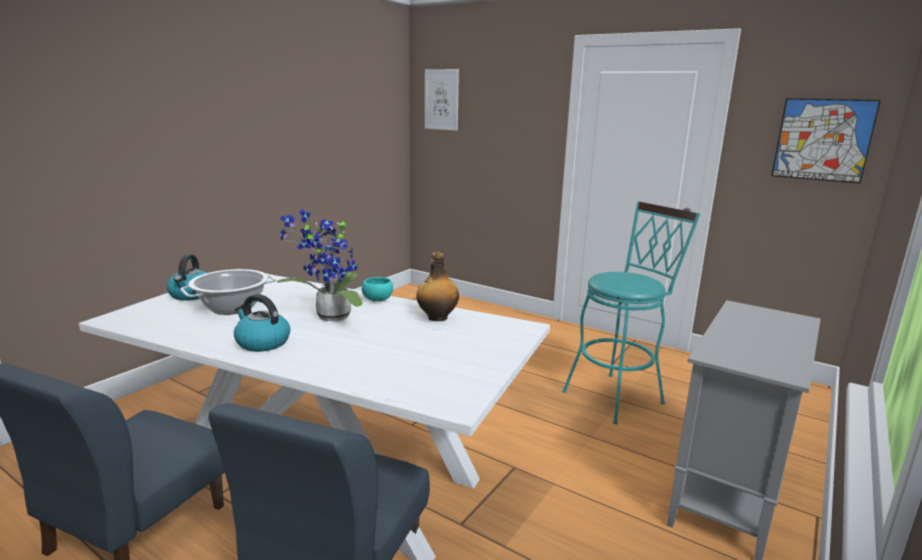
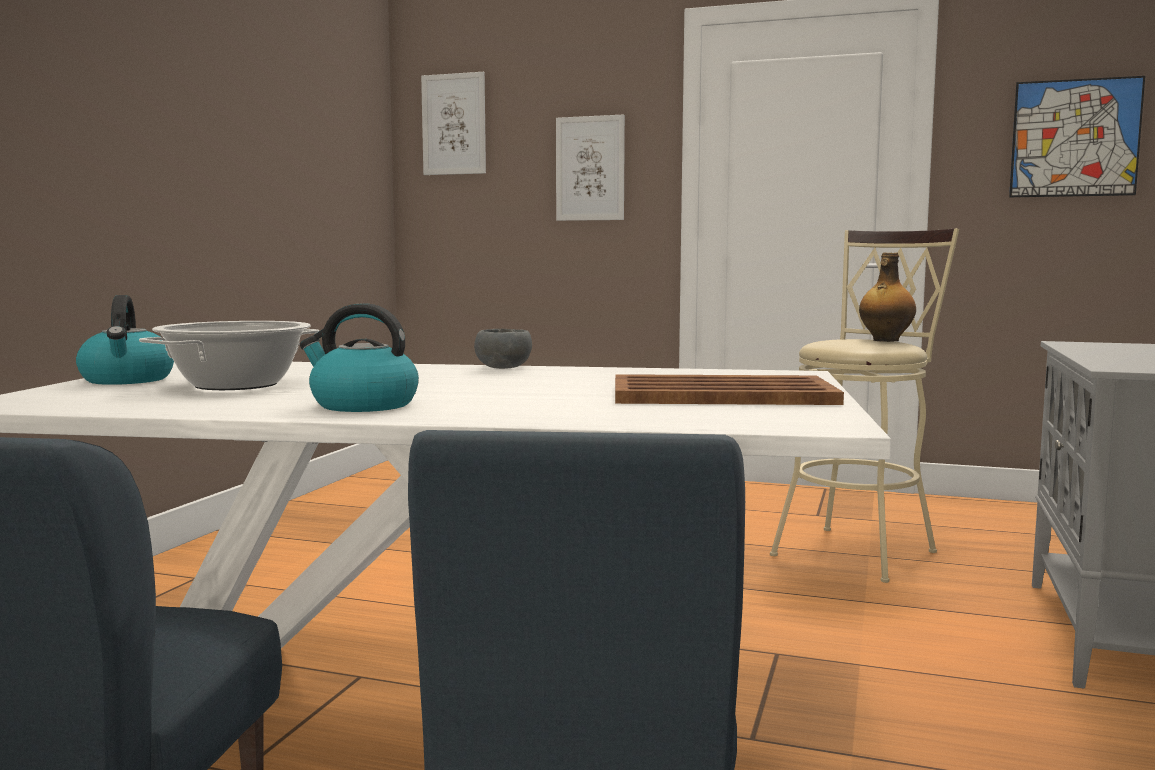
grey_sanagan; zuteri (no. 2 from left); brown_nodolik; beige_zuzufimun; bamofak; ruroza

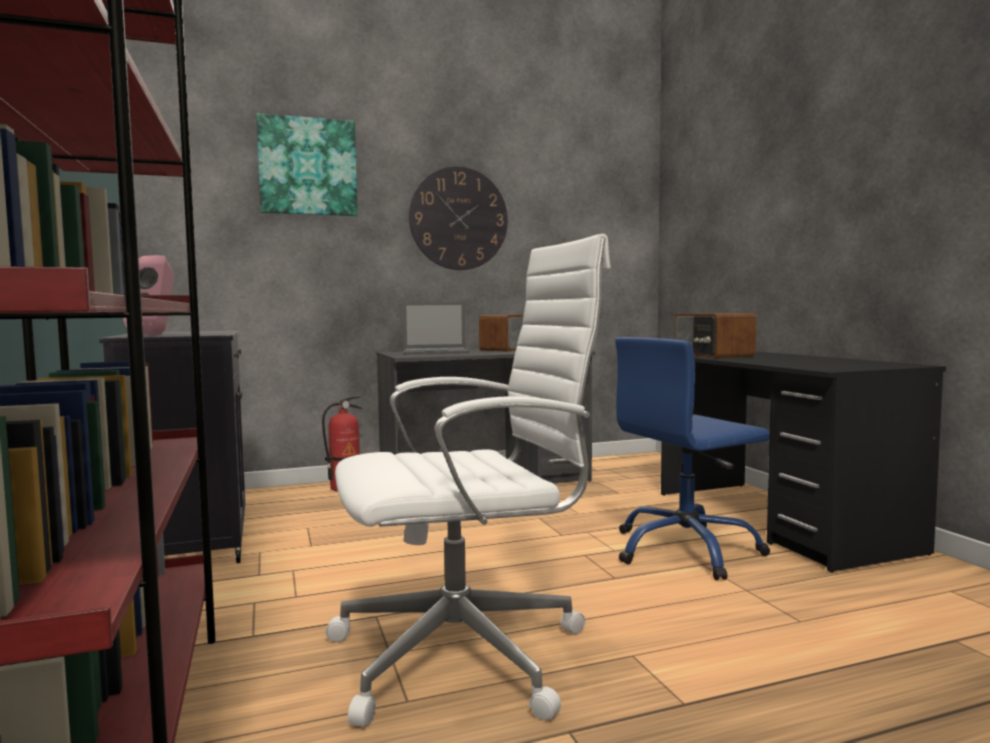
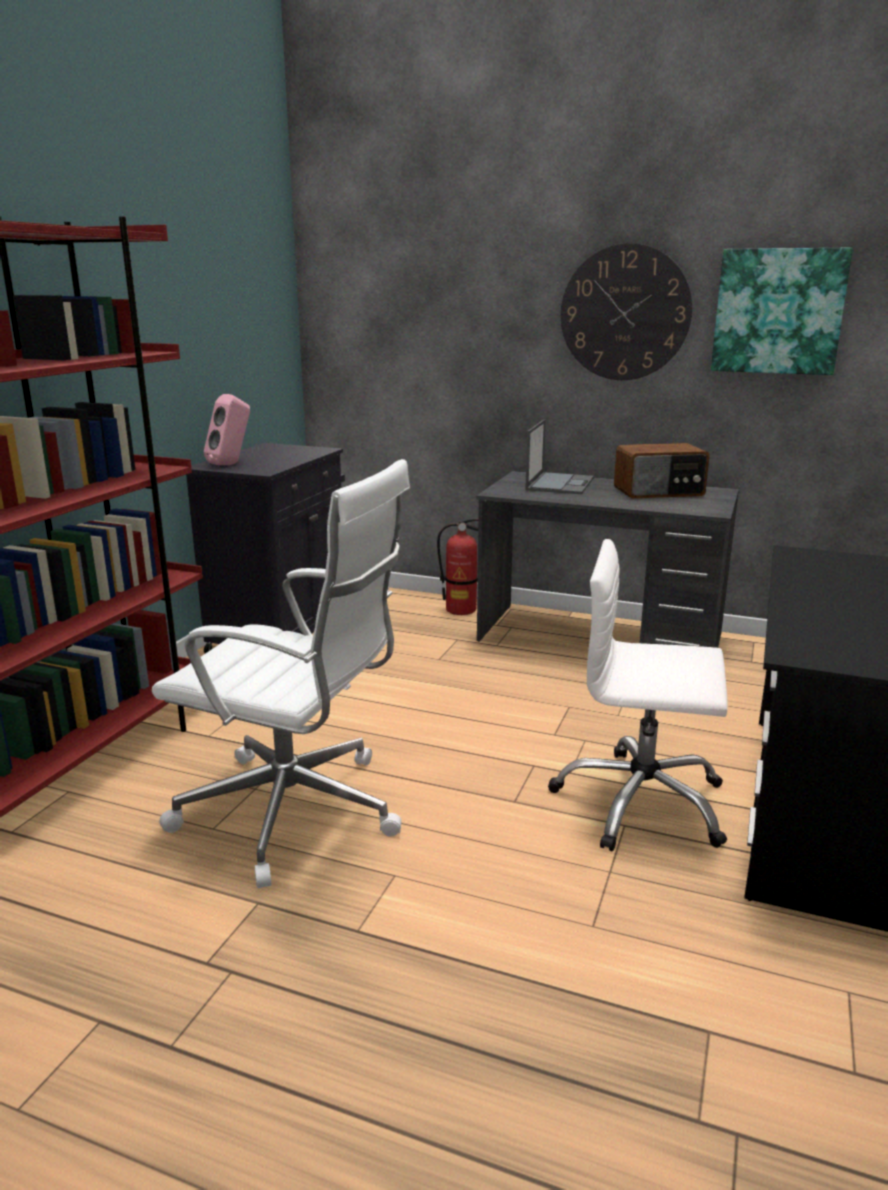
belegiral; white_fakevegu (no. 2 from left); zuteri; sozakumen (no. 2 from left in the first image)

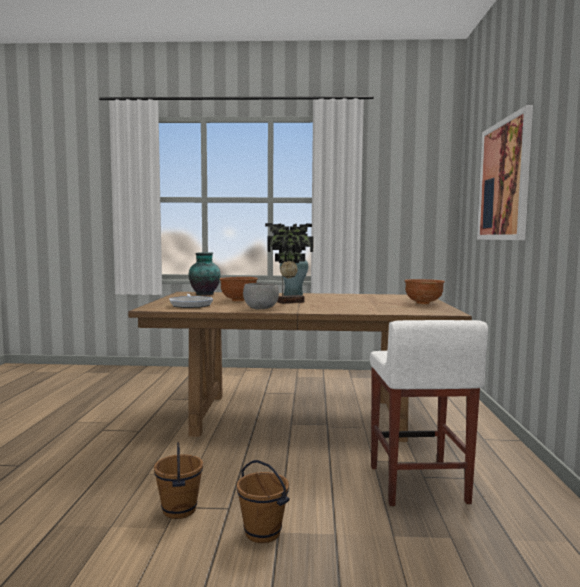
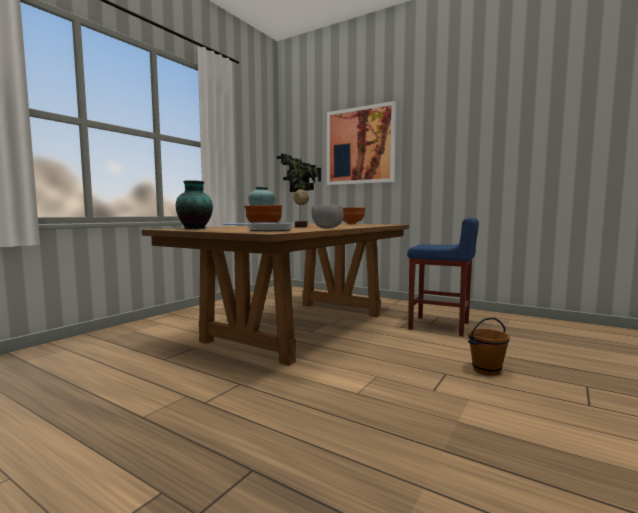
blue_zuzufimun; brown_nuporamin (no. 1 from left in the first image)

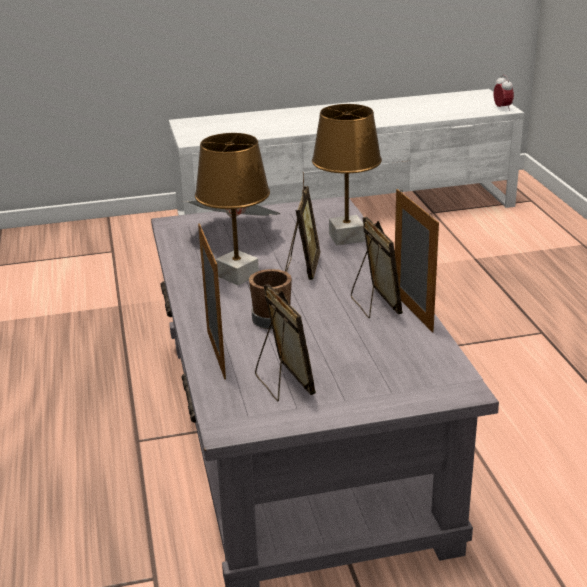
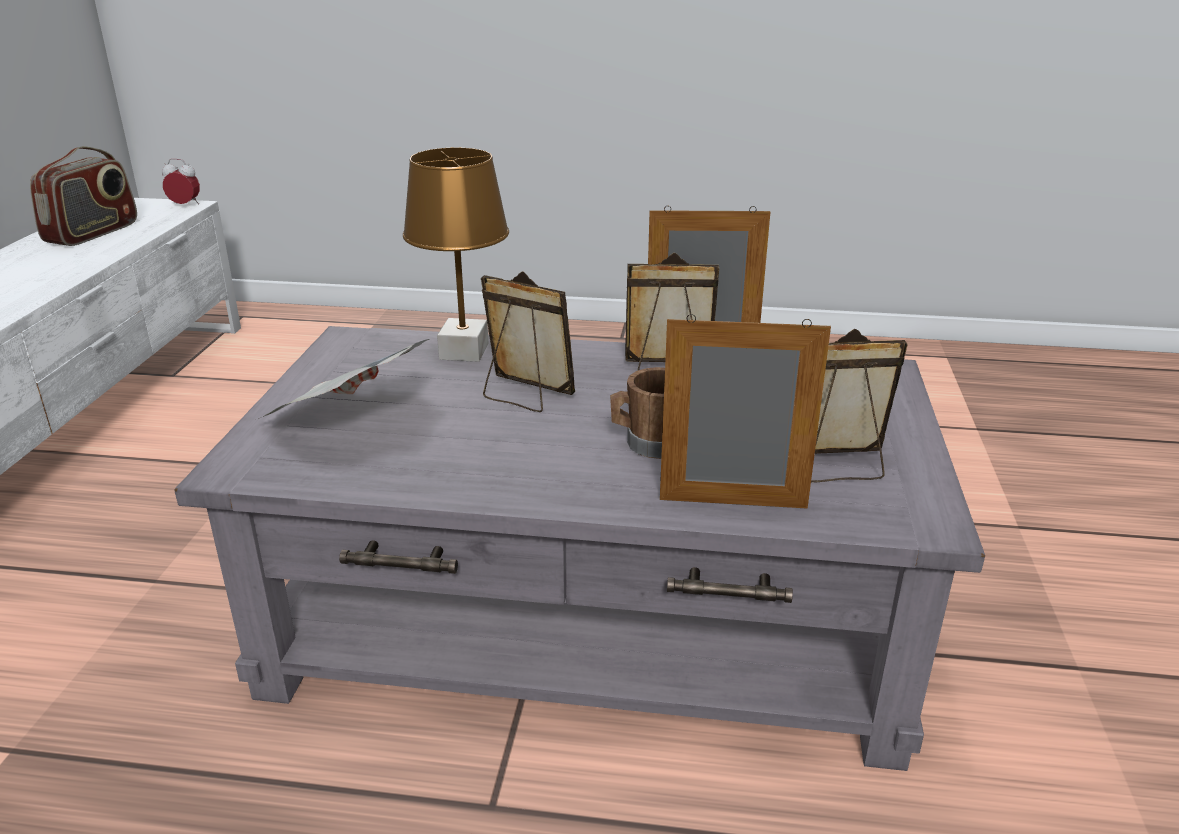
sozakumen; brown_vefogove (no. 1 from left in the first image)

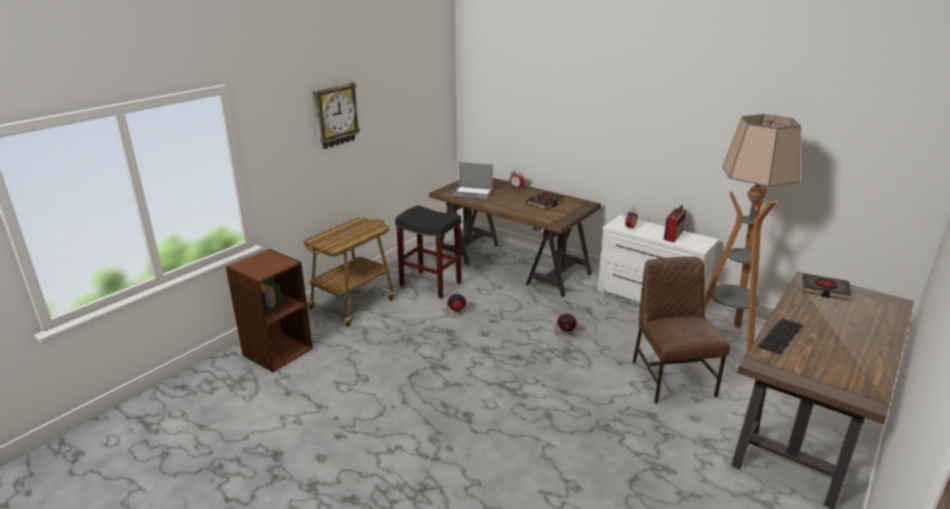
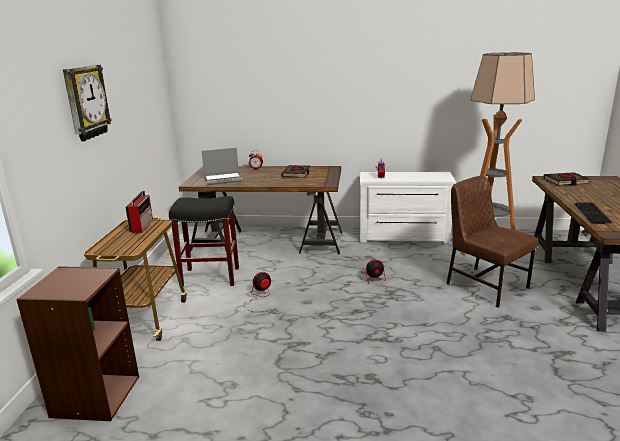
sozakumen

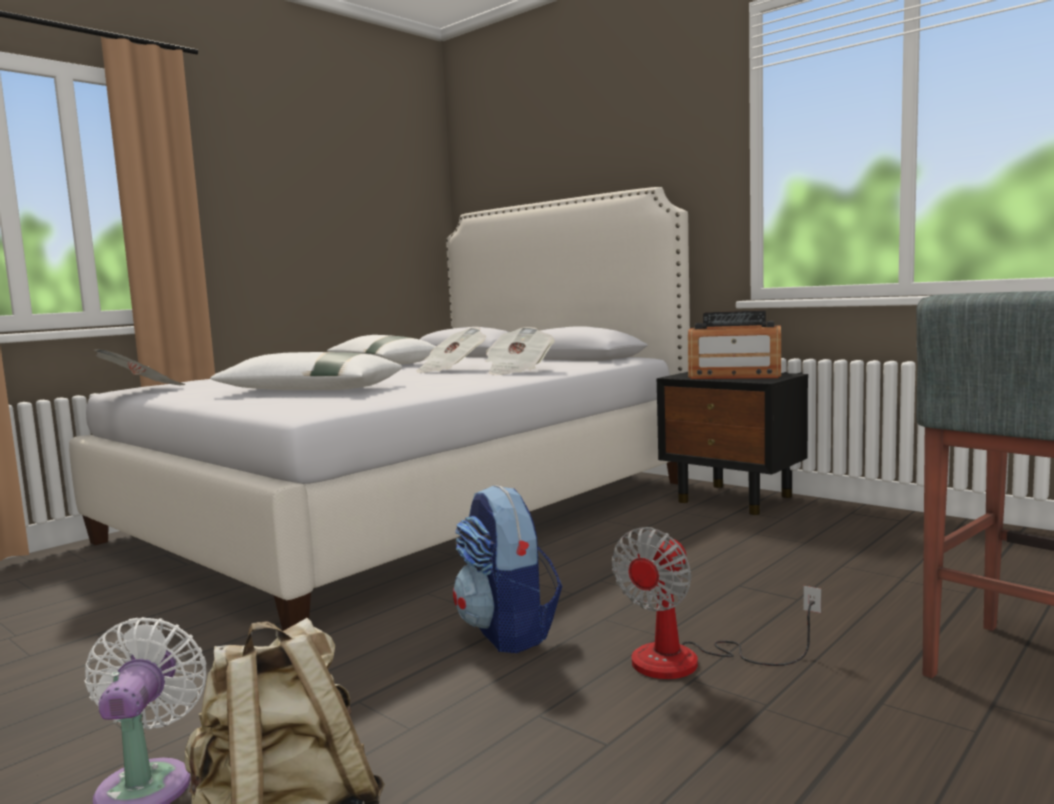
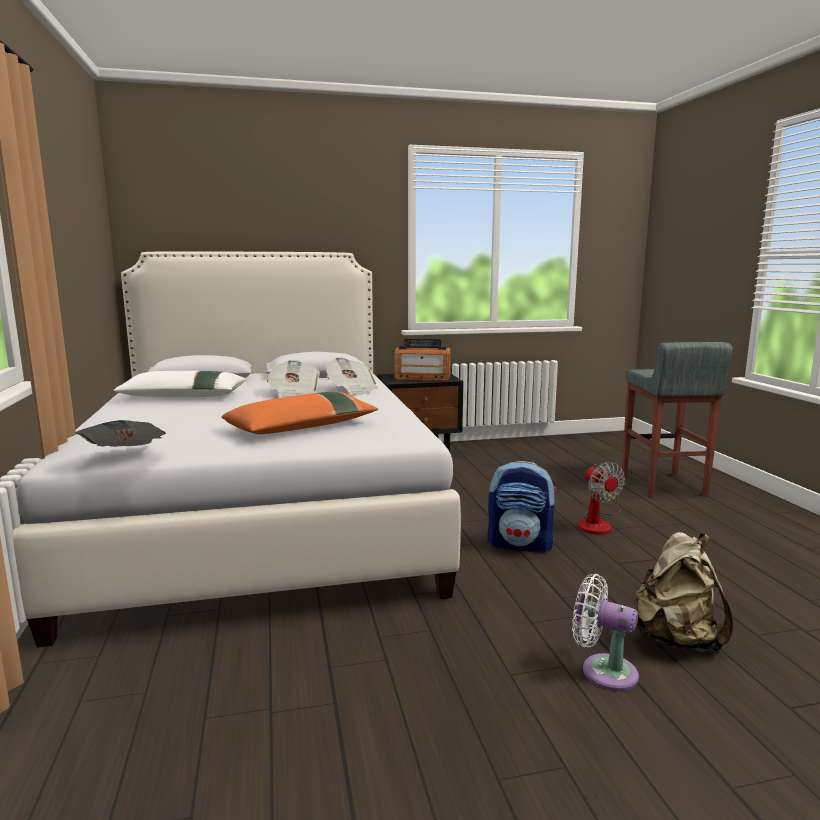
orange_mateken; sozakumen

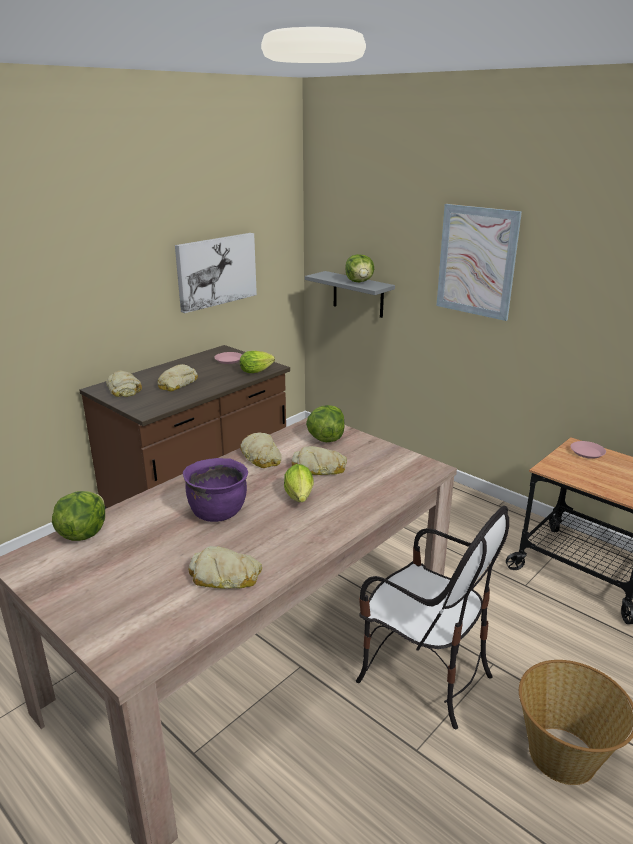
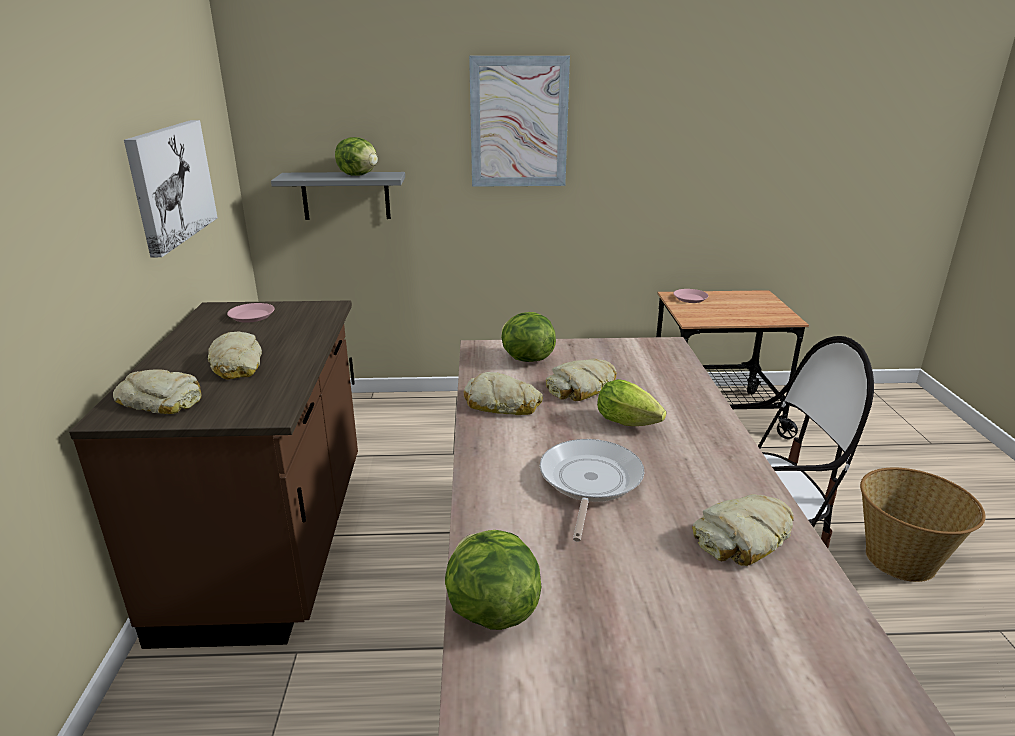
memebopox; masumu (no. 2 from left in the first image)

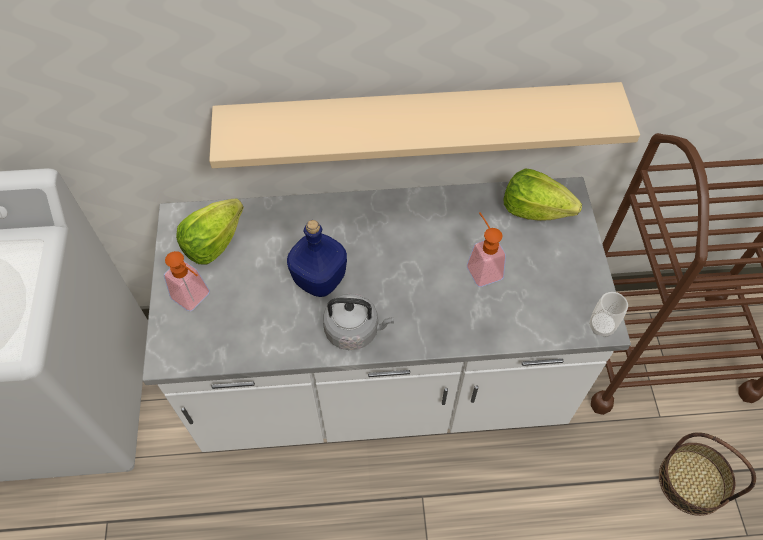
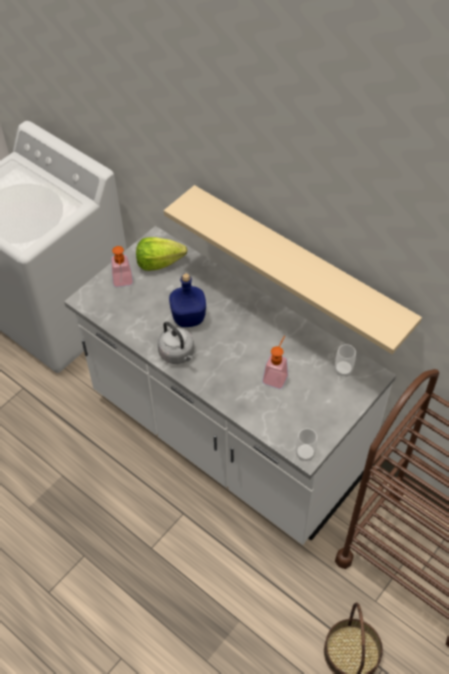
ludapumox (no. 2 from left)

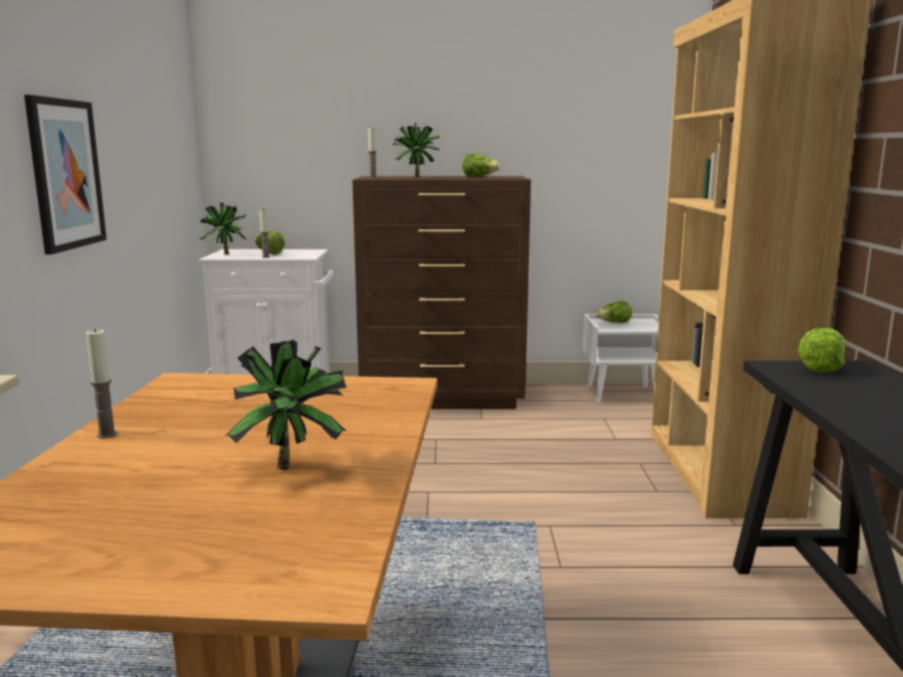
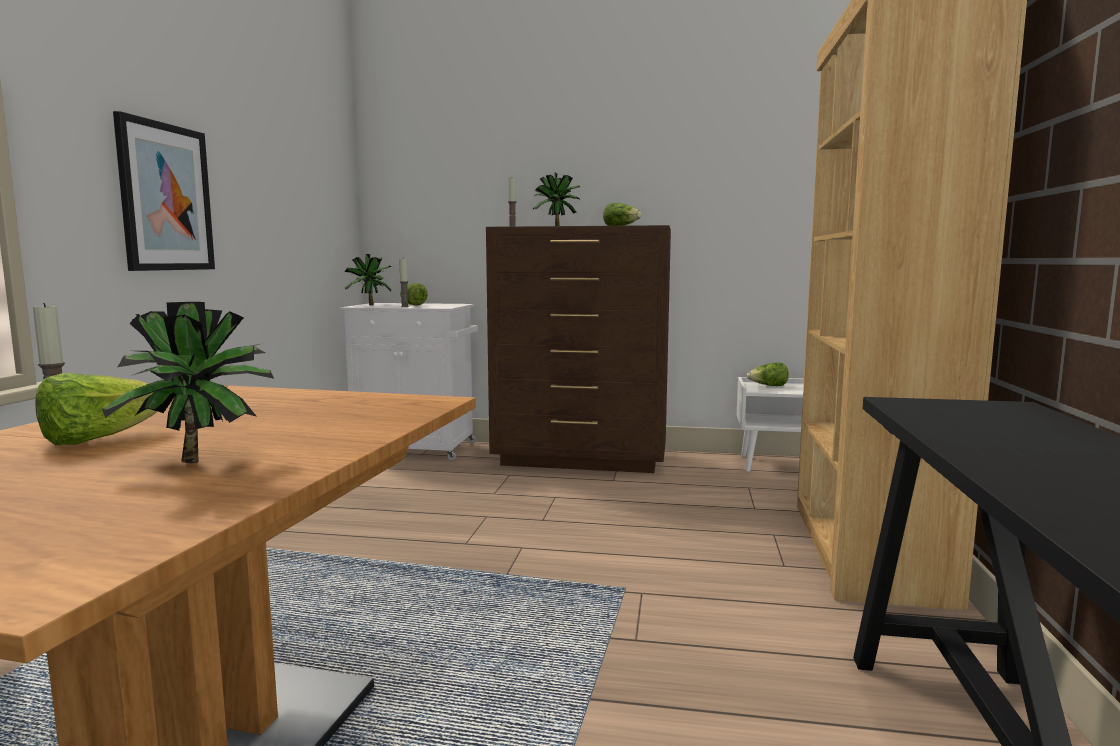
masumu (no. 1 from left)

